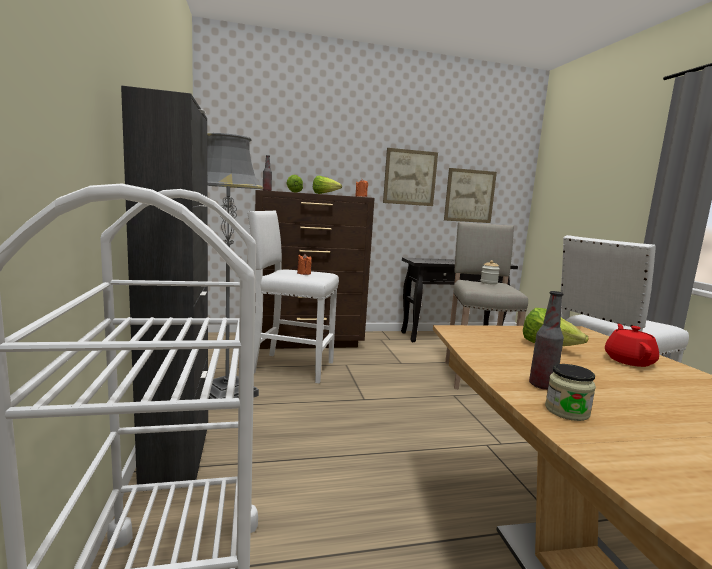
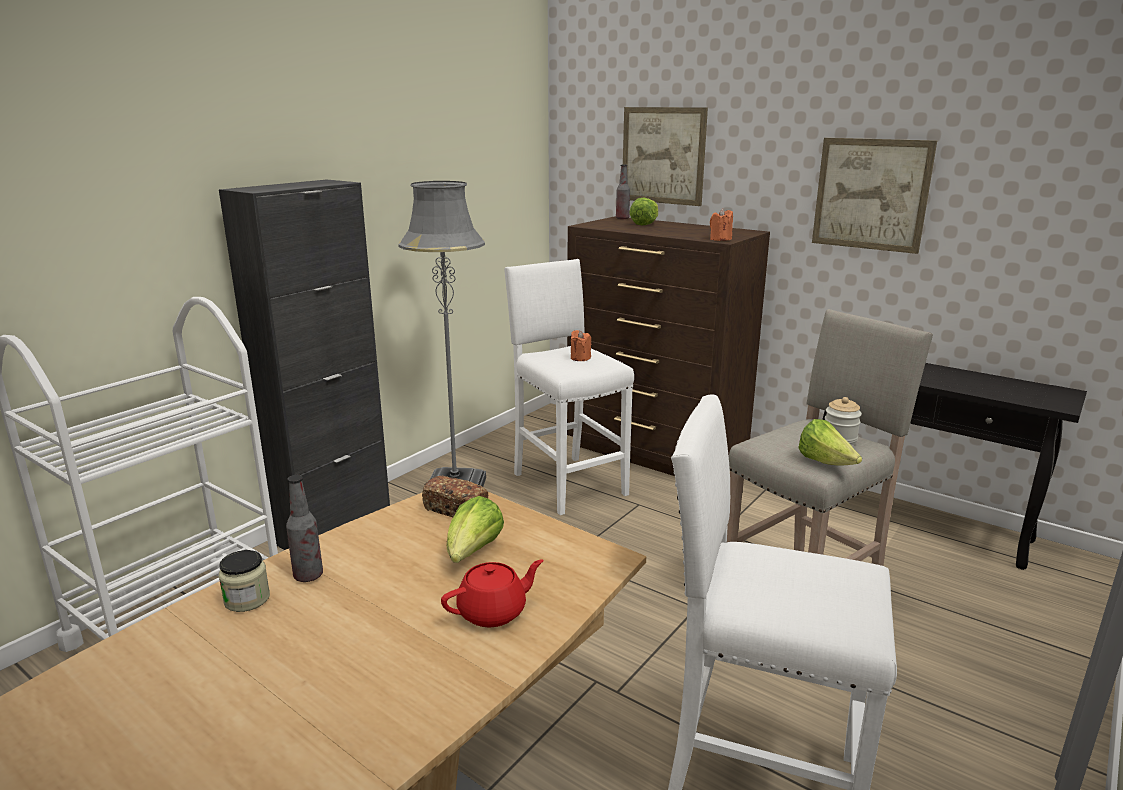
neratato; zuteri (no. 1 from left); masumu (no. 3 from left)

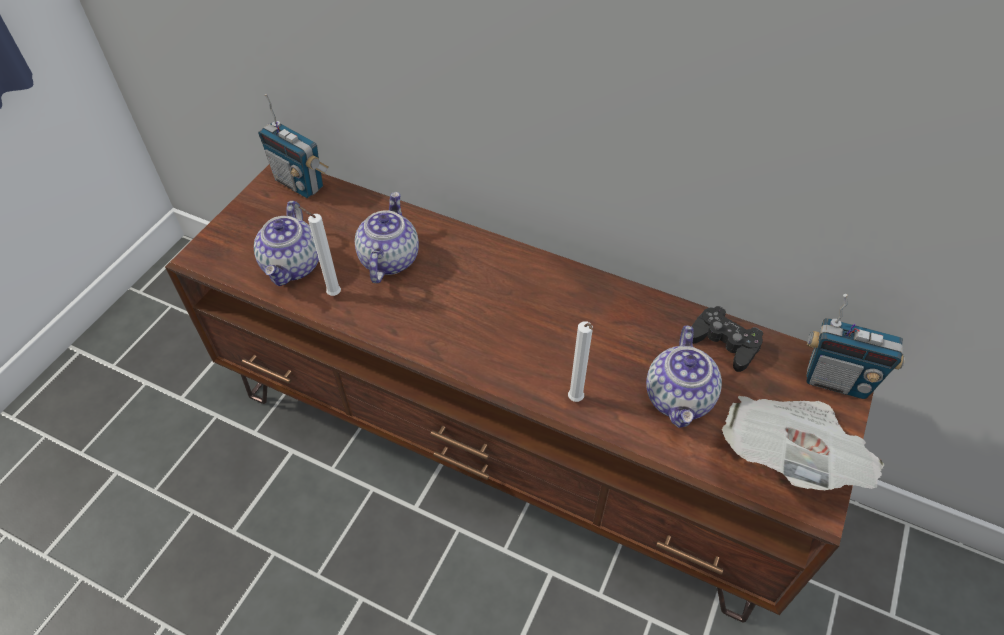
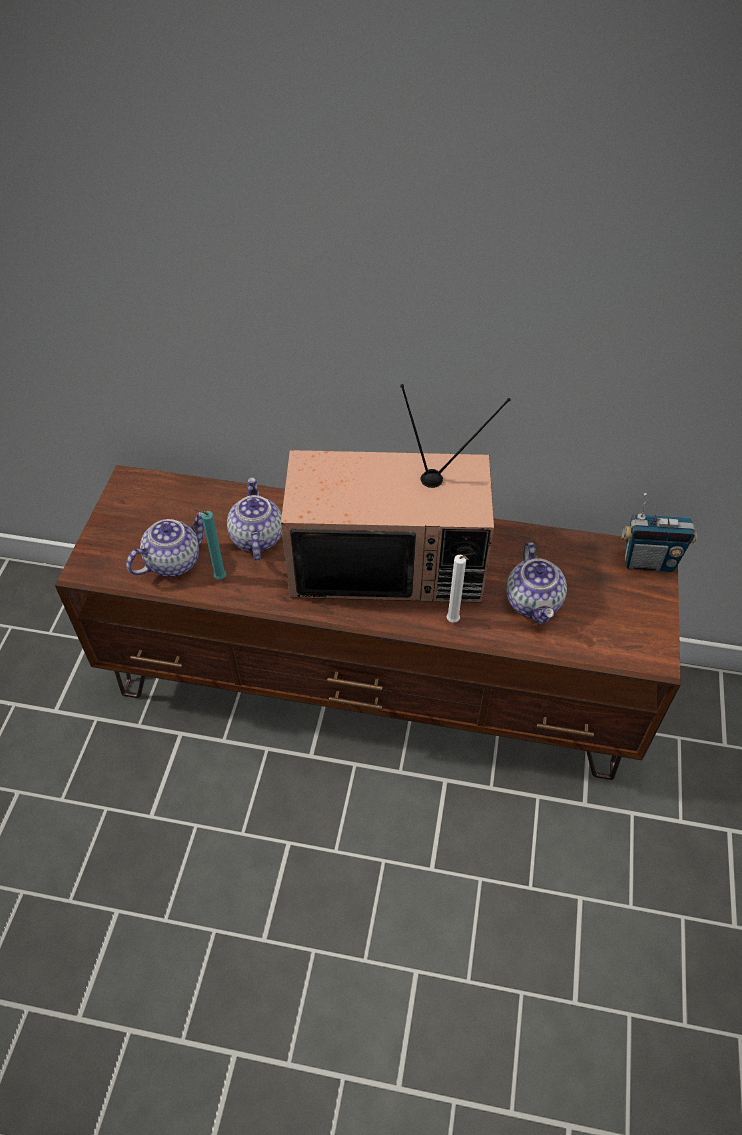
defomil (no. 1 from left); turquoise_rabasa; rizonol; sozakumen (no. 1 from left in the first image); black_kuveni; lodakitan

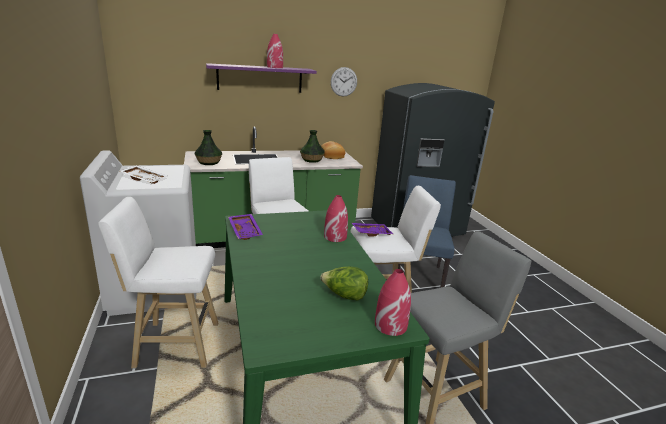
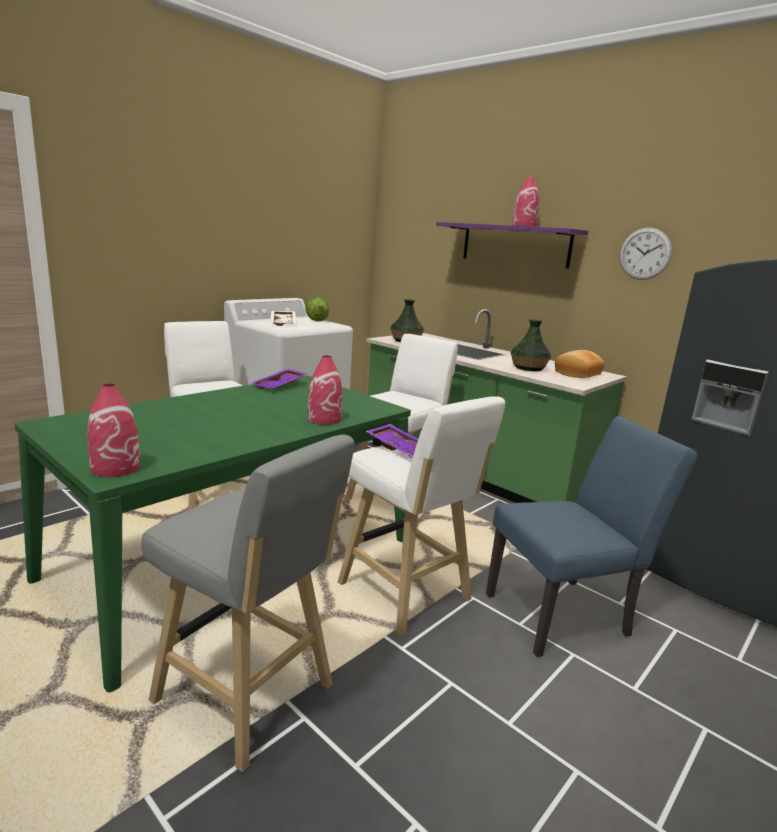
masumu

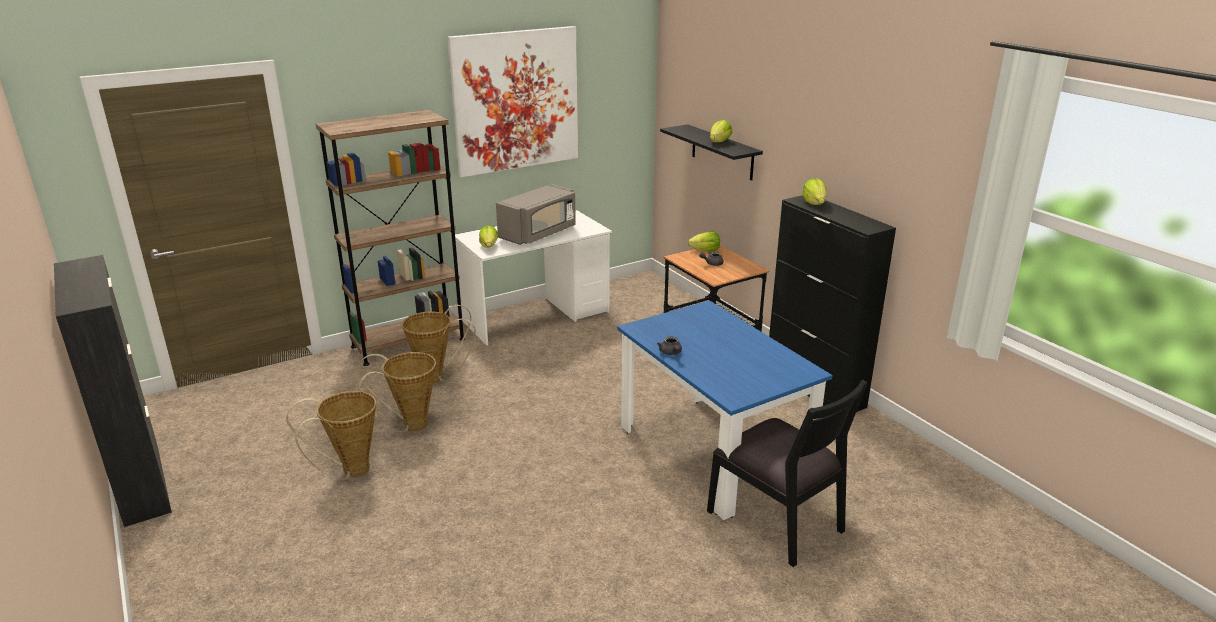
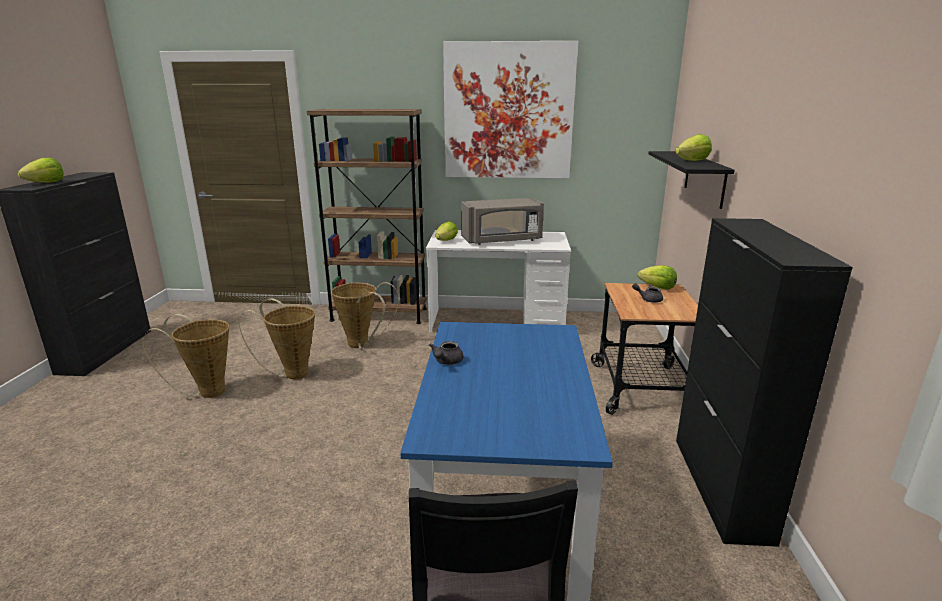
masumu (no. 1 from left)

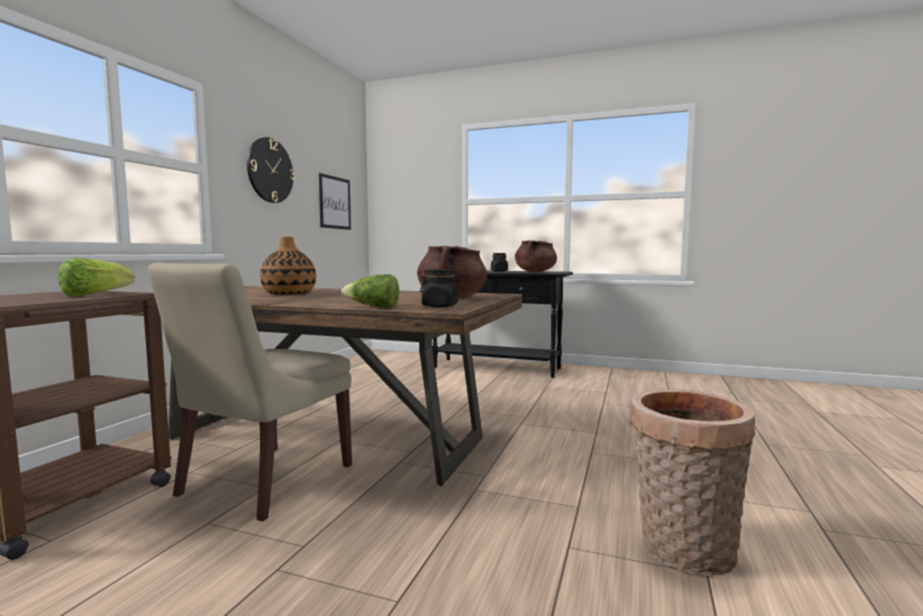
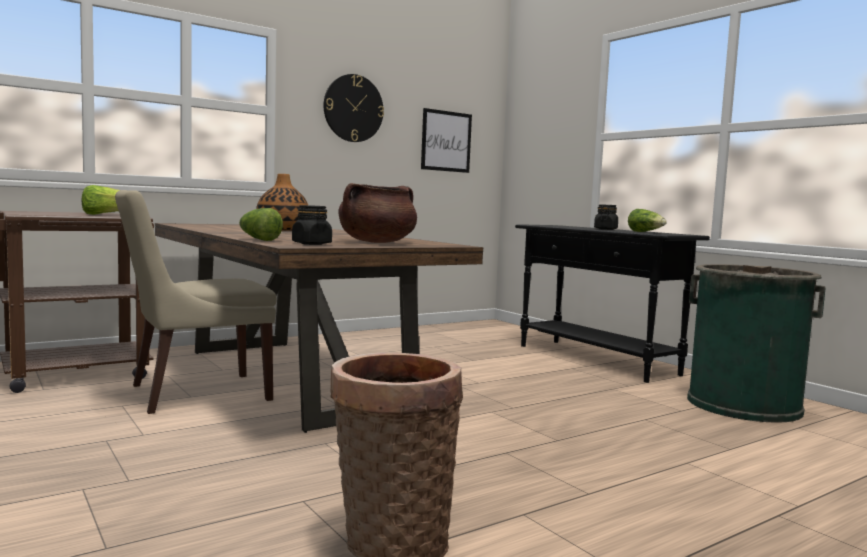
masumu (no. 3 from left); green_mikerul

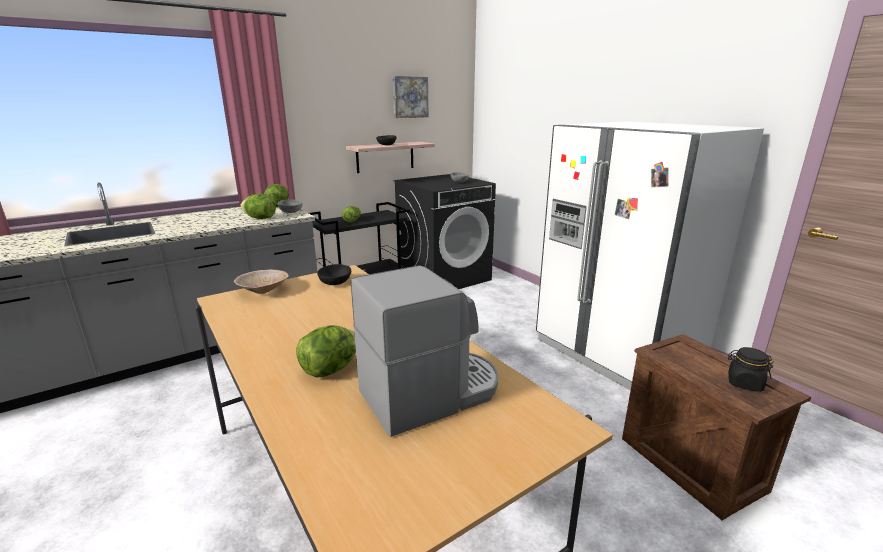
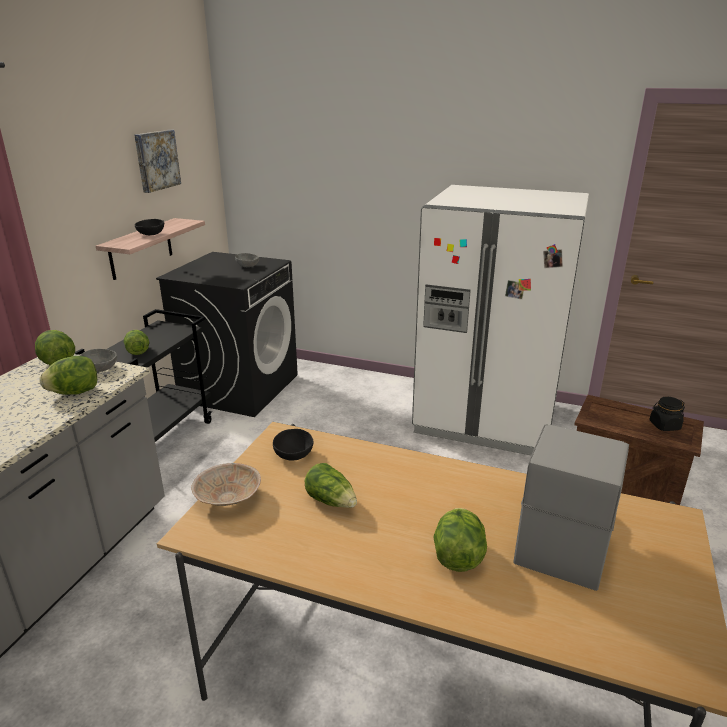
masumu (no. 4 from left)

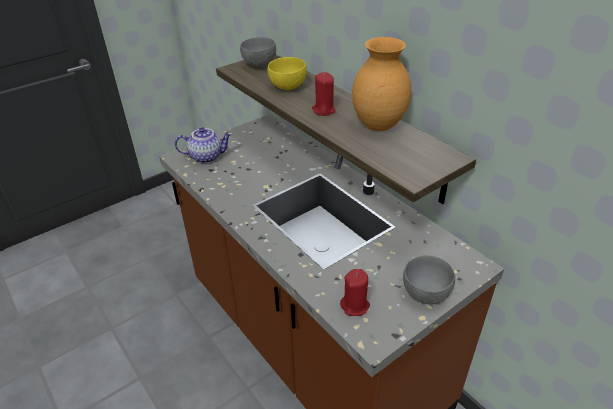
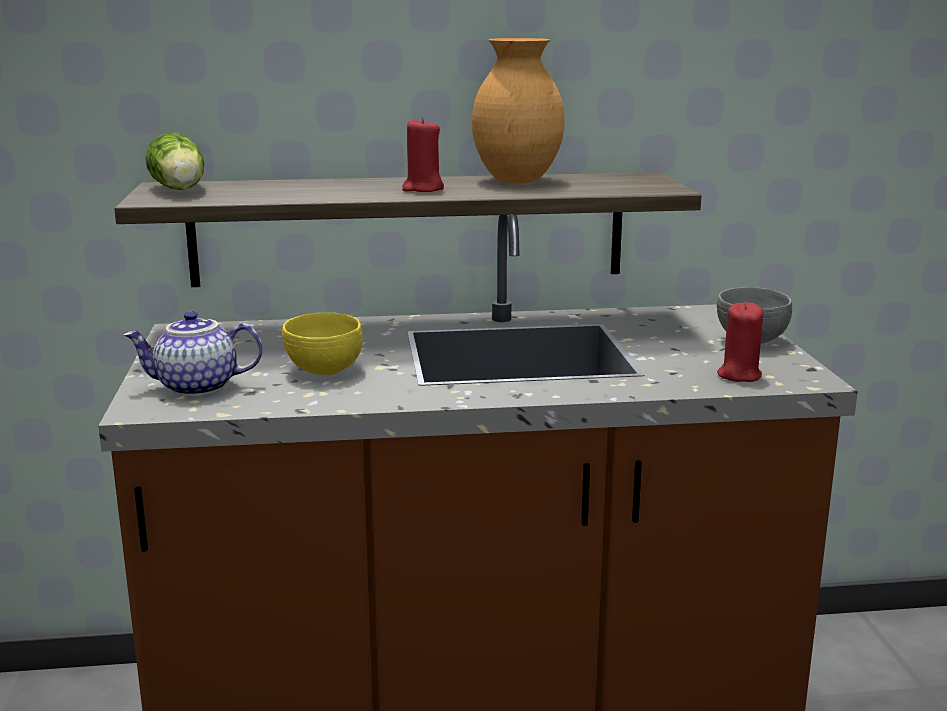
defomil; masumu; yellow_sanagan

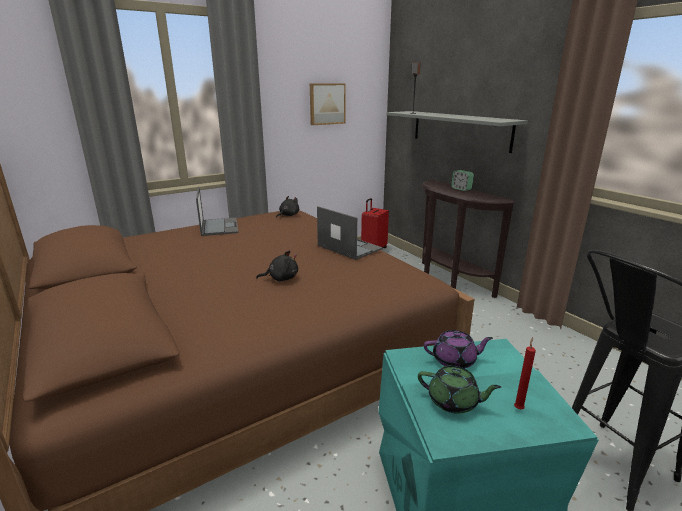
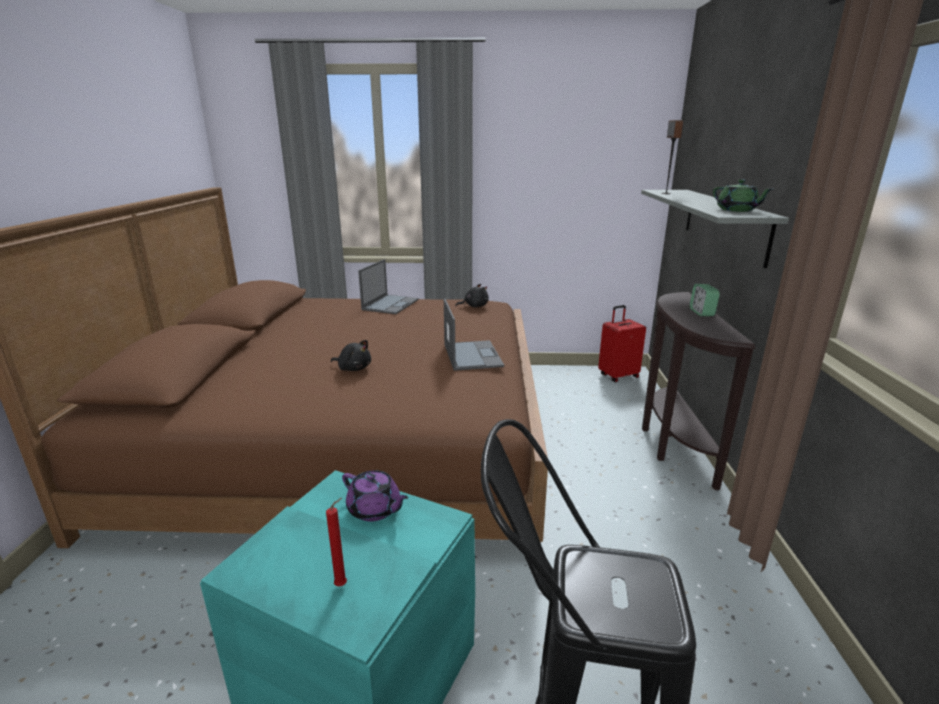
green_defomil; zuteri

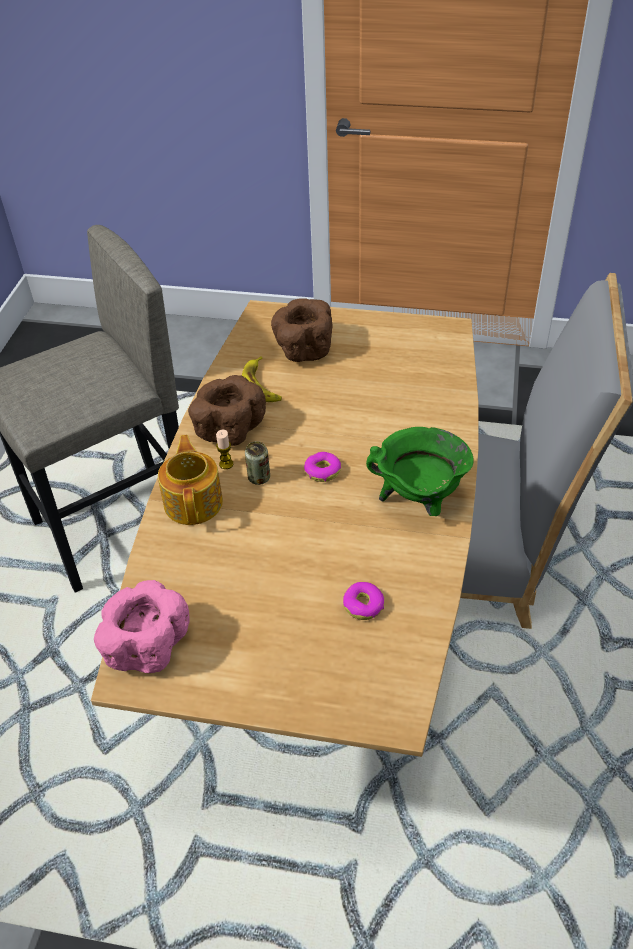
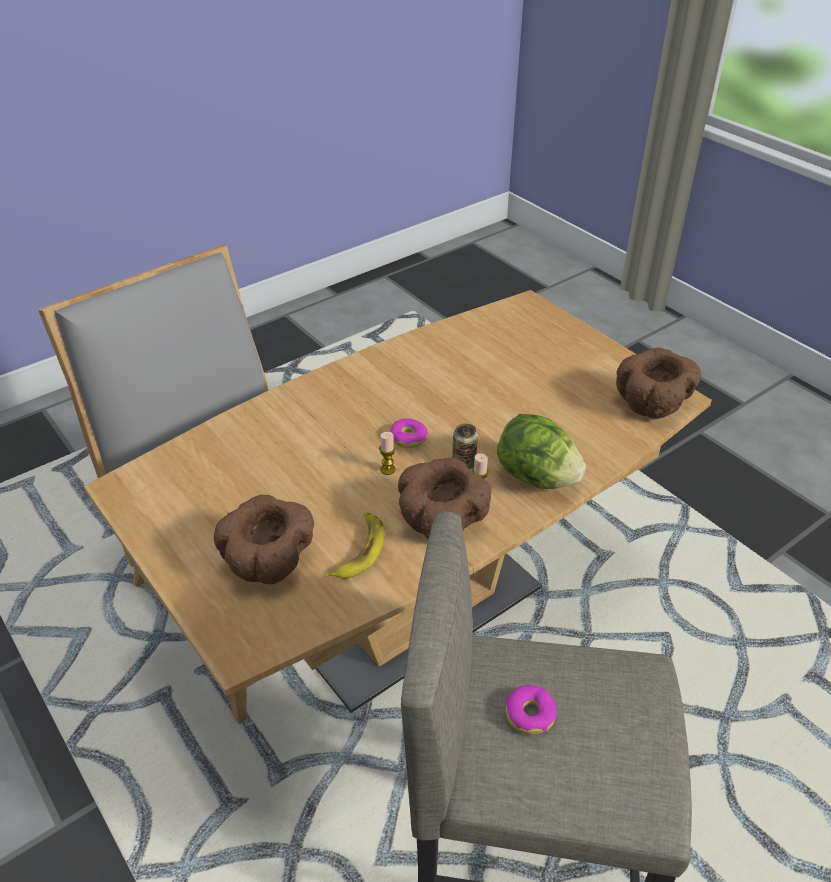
rabasa (no. 1 from left); masumu; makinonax (no. 2 from left); brown_sanagan (no. 3 from left); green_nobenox

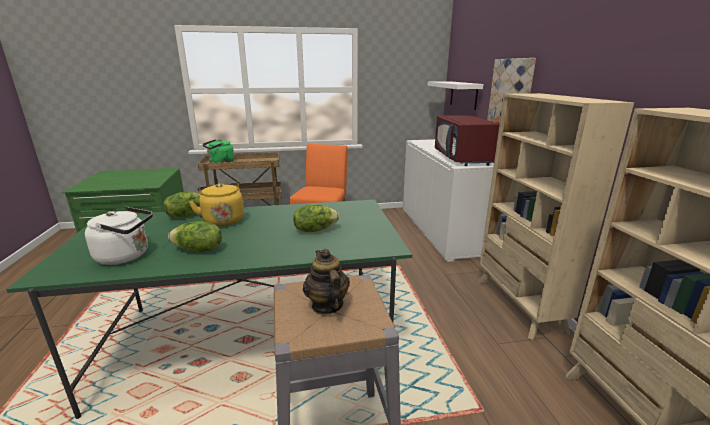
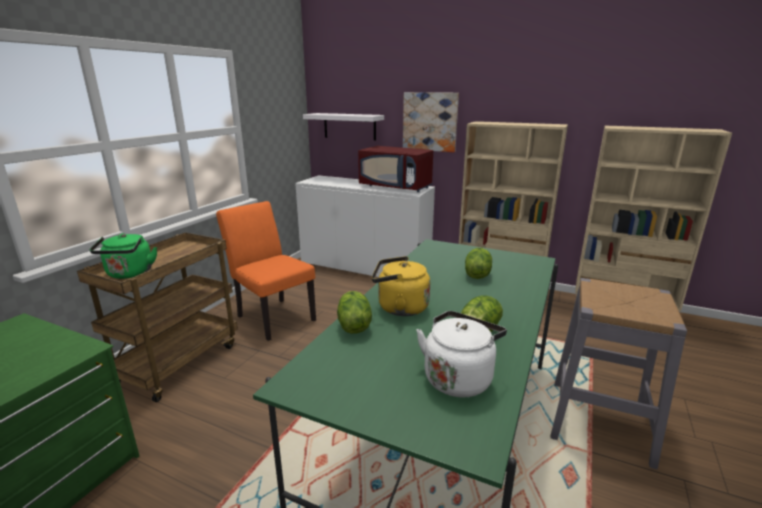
defomil

